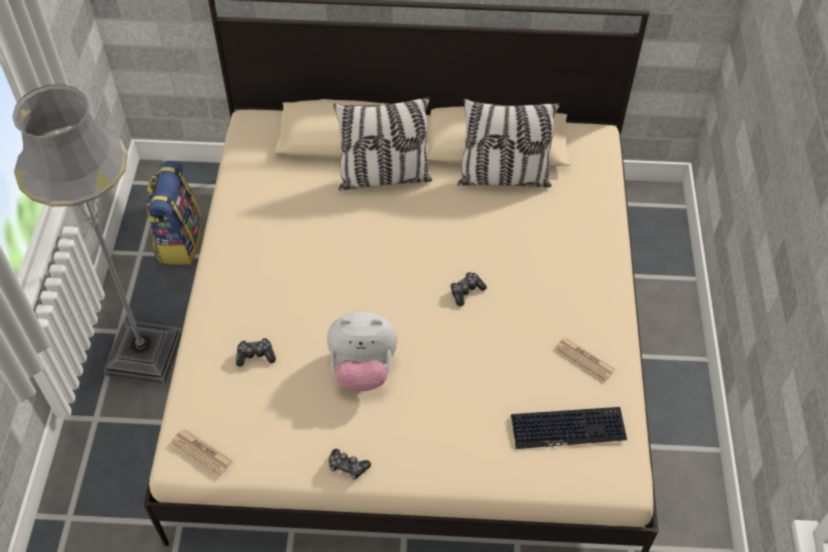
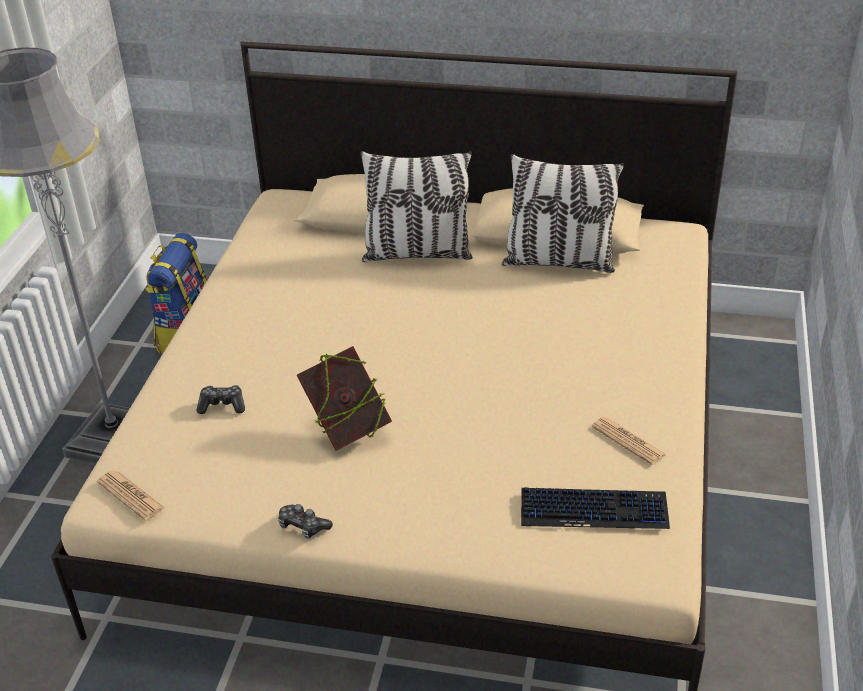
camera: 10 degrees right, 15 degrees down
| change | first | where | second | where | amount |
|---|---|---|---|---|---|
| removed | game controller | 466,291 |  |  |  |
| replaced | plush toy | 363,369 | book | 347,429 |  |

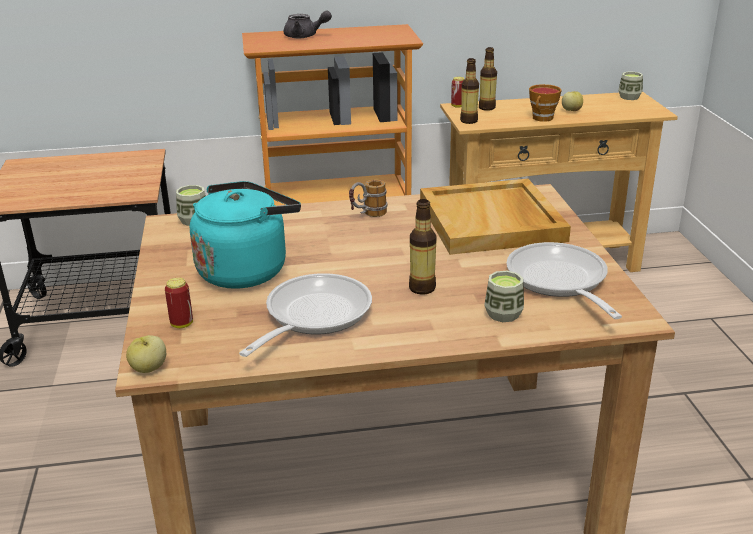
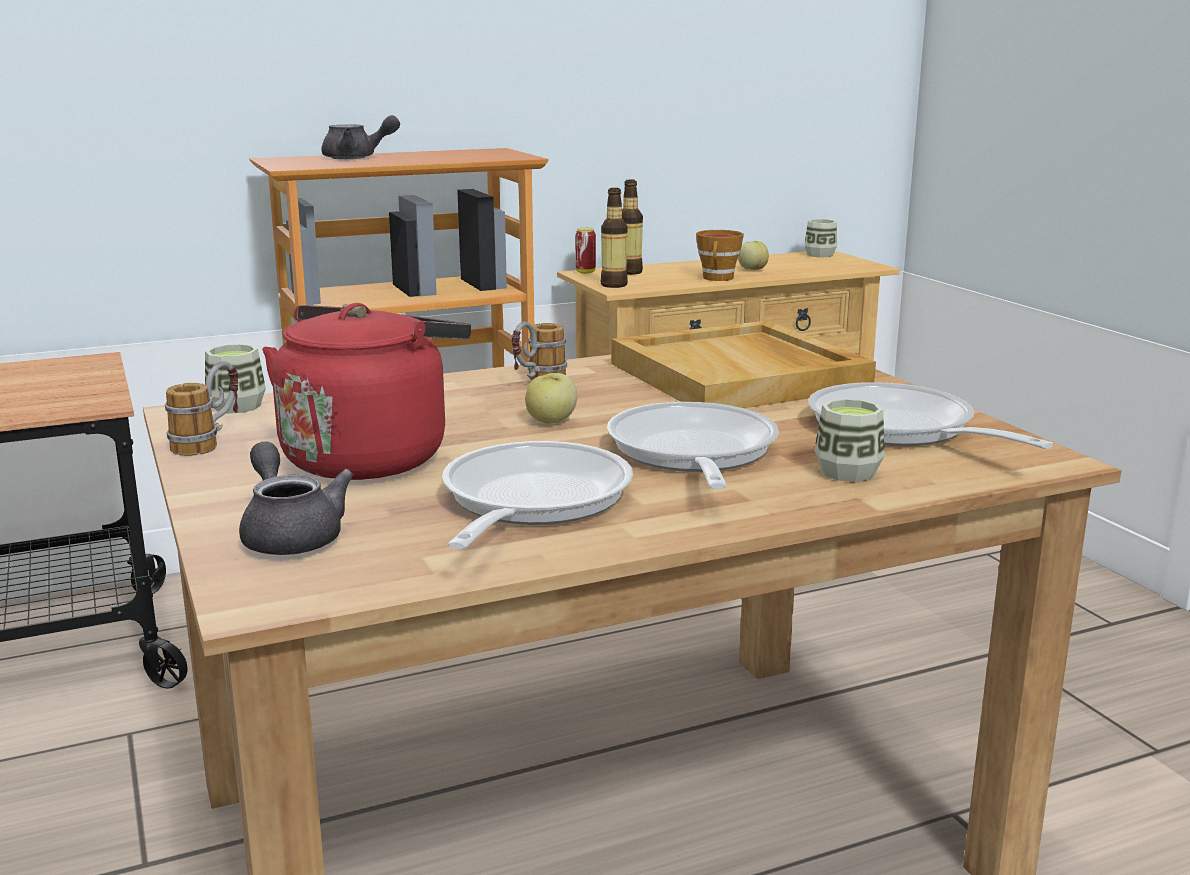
camera: 15 degrees left, 10 degrees down
| change | first | where | second | where | amount |
|---|---|---|---|---|---|
| added |  |  | mug | 209,442 |  |
| moved | apple | 149,369 |  | 551,421 |  |
| replaced | can | 182,324 | teapot (grey) | 290,534 |  |
| replaced | bottle | 422,288 | frying pan | 691,454 |  |
| recoloured | kettle (turquoise) | 246,269 | kettle (red) | 370,457 |  |

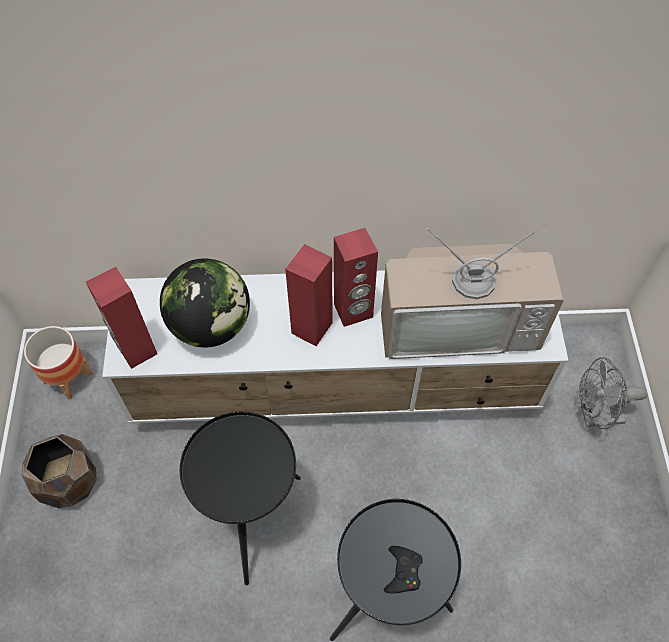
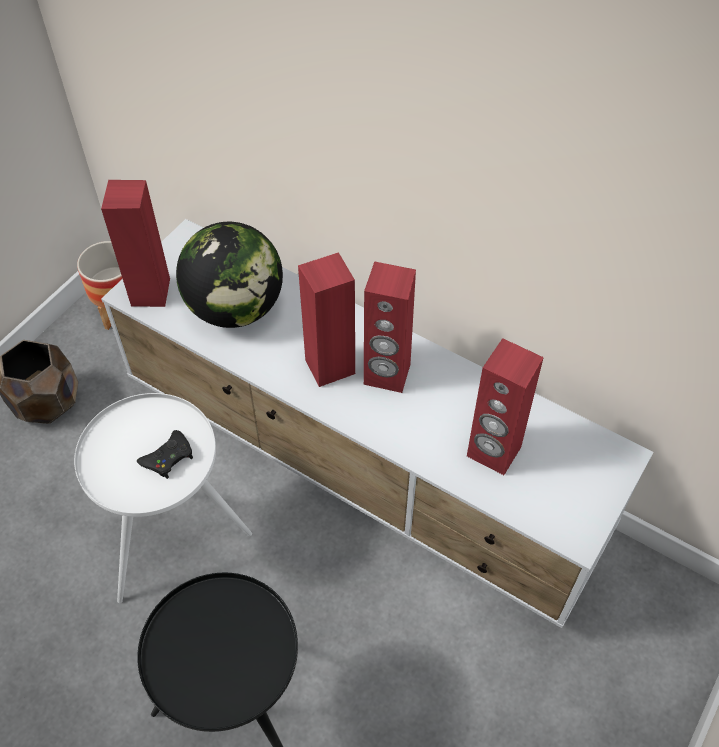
camera: 35 degrees right, 5 degrees down
| change | first | where | second | where | amount |
|---|---|---|---|---|---|
| removed | fan (grey) | 595,416 |  |  |  |
| moved | game controller (black) | 403,572 |  | 168,457 |  |
| replaced | television | 459,322 | speaker (red) | 493,452 |  |
| recoloured | side table (black) | 253,516 | side table (white) | 177,542 |  |

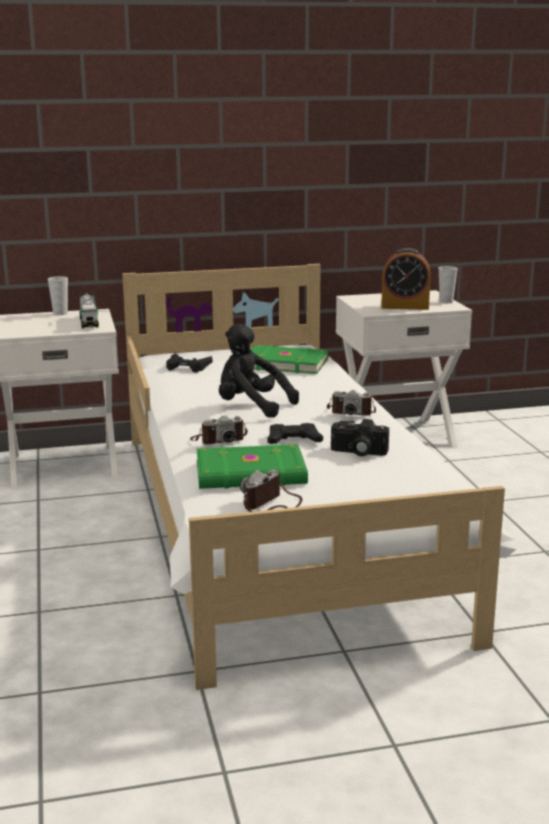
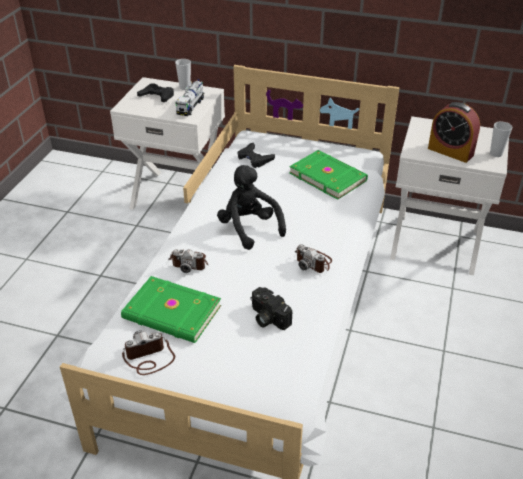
camera: 30 degrees right, 20 degrees up
| change | first | where | second | where | amount |
|---|---|---|---|---|---|
| moved | game controller (black) | 293,440 |  | 157,96 |  |

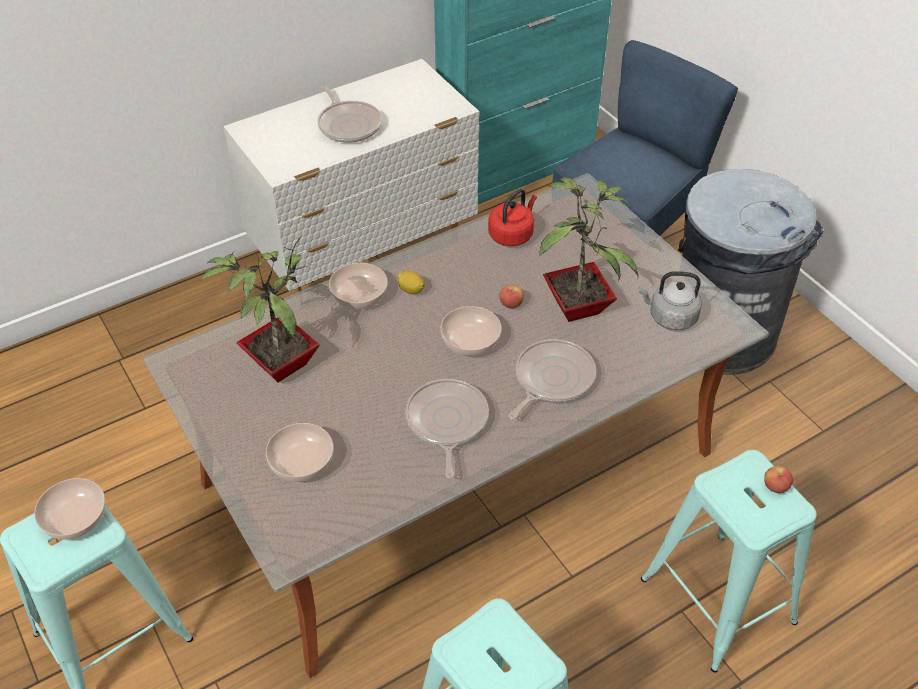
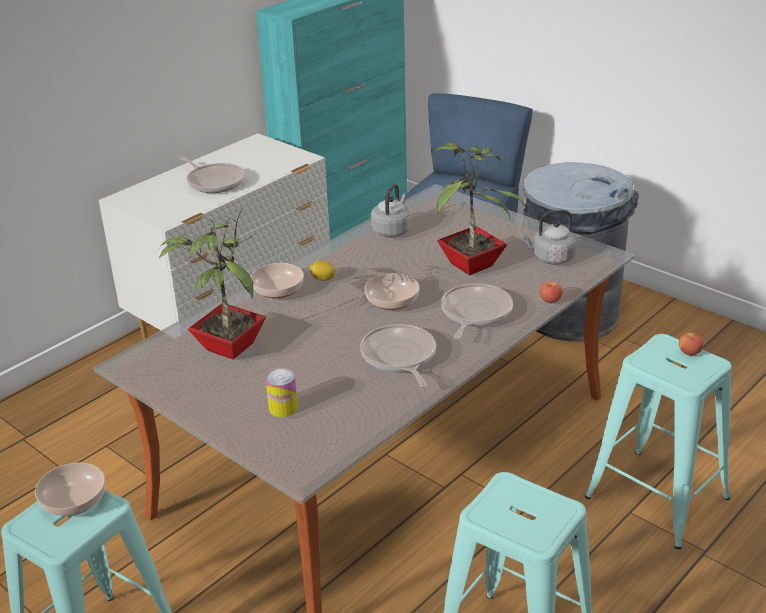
camera: 15 degrees left, 15 degrees down
| change | first | where | second | where | amount |
|---|---|---|---|---|---|
| moved | apple | 511,304 |  | 550,300 |  |
| replaced | bowl | 303,462 | can | 283,408 |  |
| recoloured | kettle (red) | 512,234 | kettle (grey) | 392,230 |  |

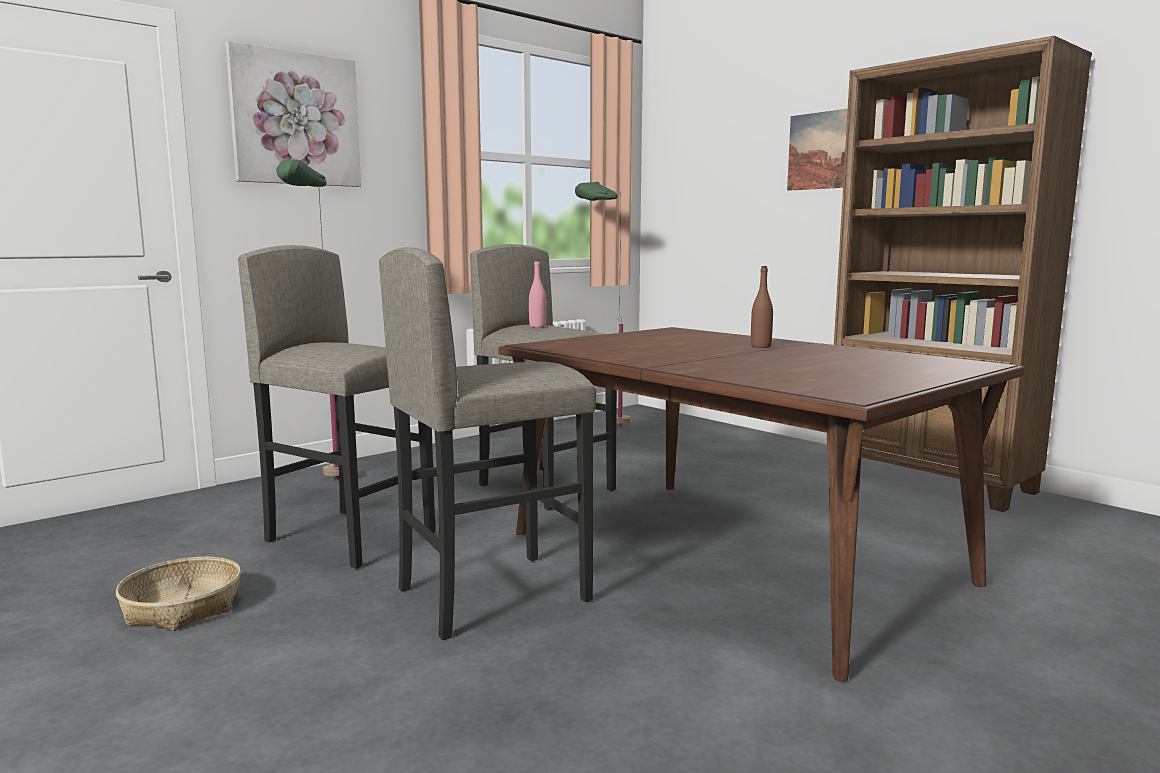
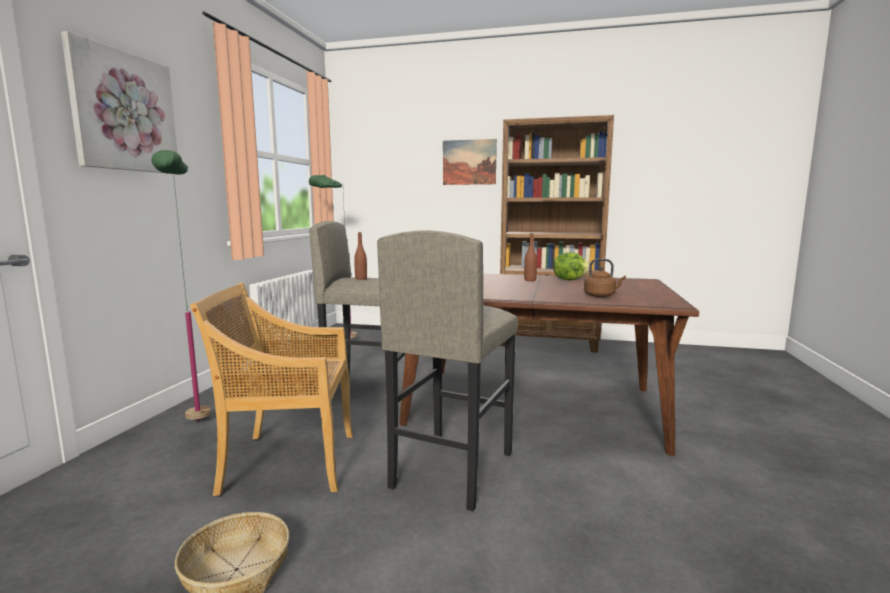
camera: 35 degrees left, 0 degrees up
| change | first | where | second | where | amount |
|---|---|---|---|---|---|
| added |  |  | lettuce | 569,280 |  |
| added |  |  | kettle (brown) | 601,296 |  |
| replaced | stool (grey) | 351,537 | chair (beige) | 288,462 |  |
| recoloured | bottle (pink) | 537,326 | bottle (brown) | 361,279 |  |

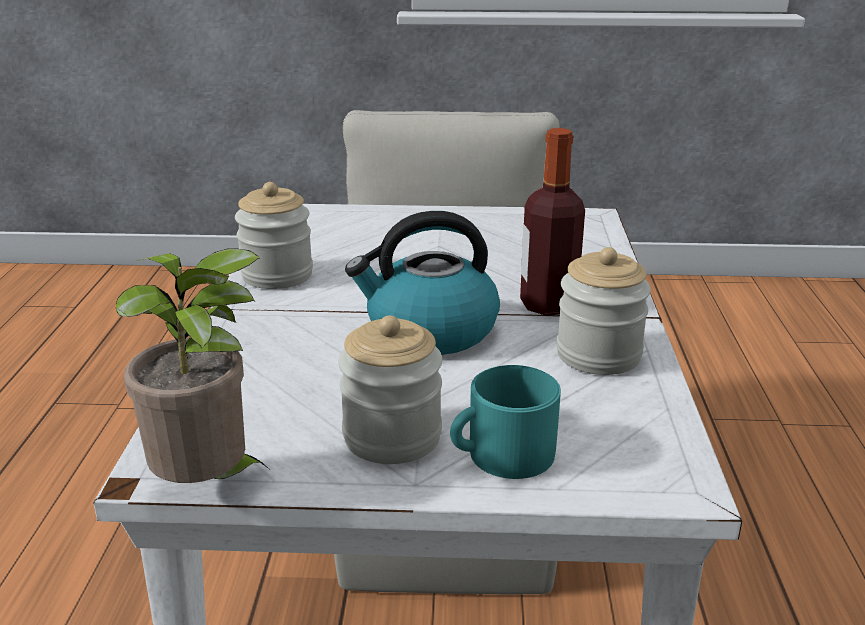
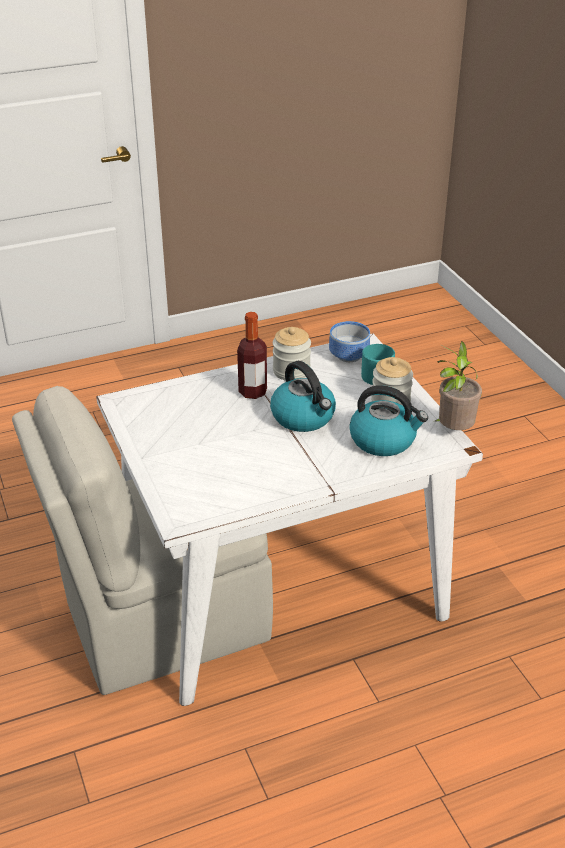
camera: 115 degrees left, 10 degrees up
| change | first | where | second | where | amount |
|---|---|---|---|---|---|
| removed | jar | 277,275 |  |  |  |
| added |  |  | bowl | 350,355 |  |
| added |  |  | kettle | 384,440 |  |

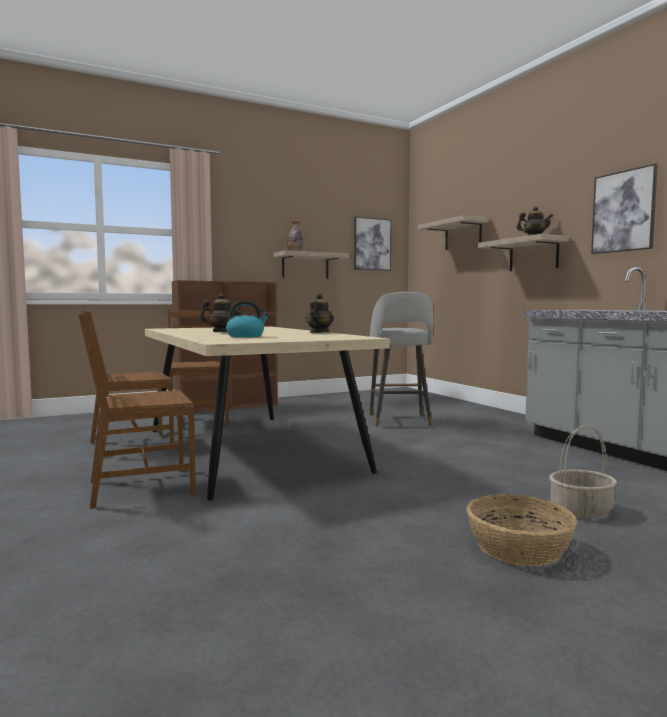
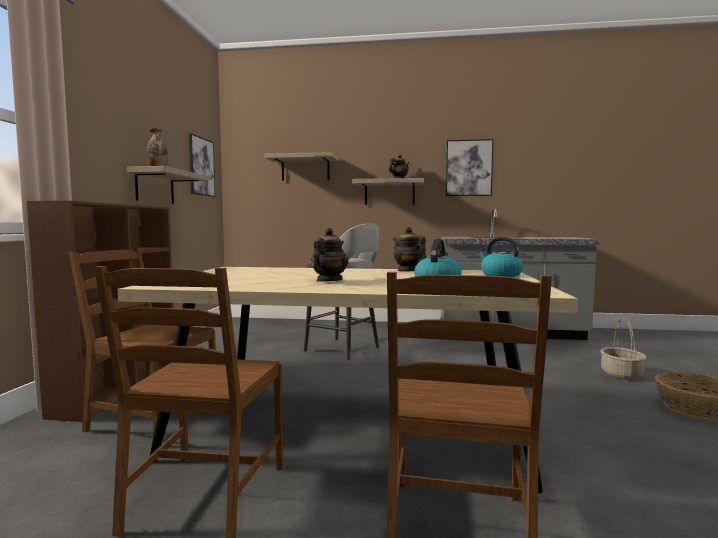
camera: 55 degrees left, 0 degrees up
| change | first | where | second | where | amount |
|---|---|---|---|---|---|
| added |  |  | kettle | 500,275 |  |

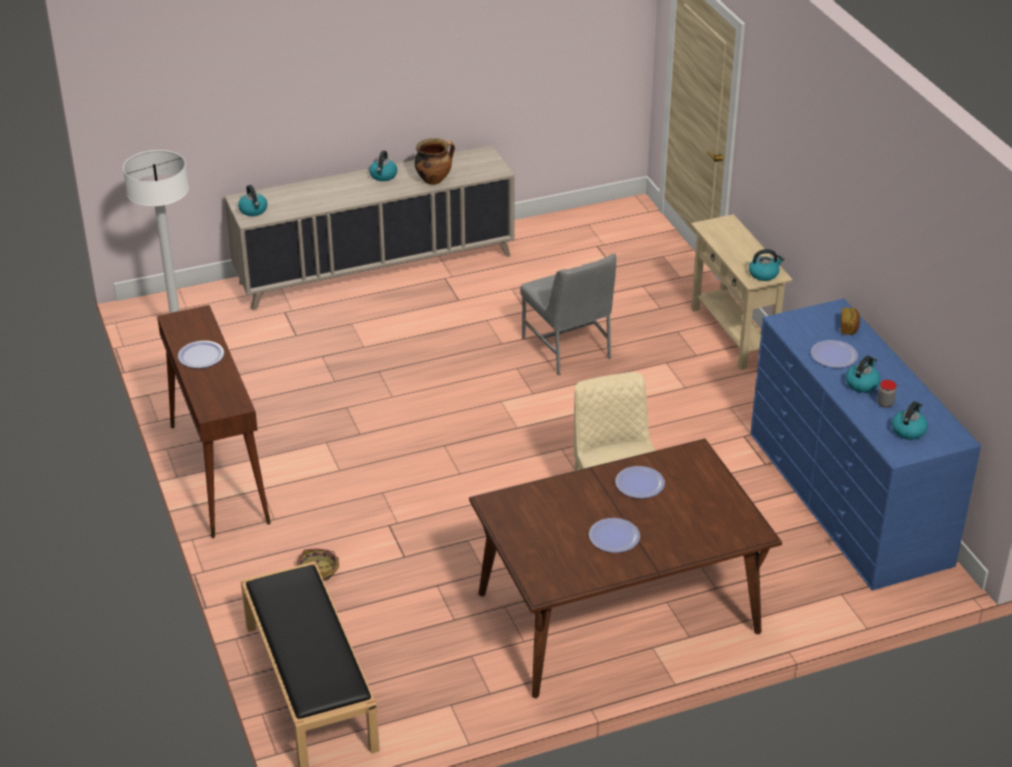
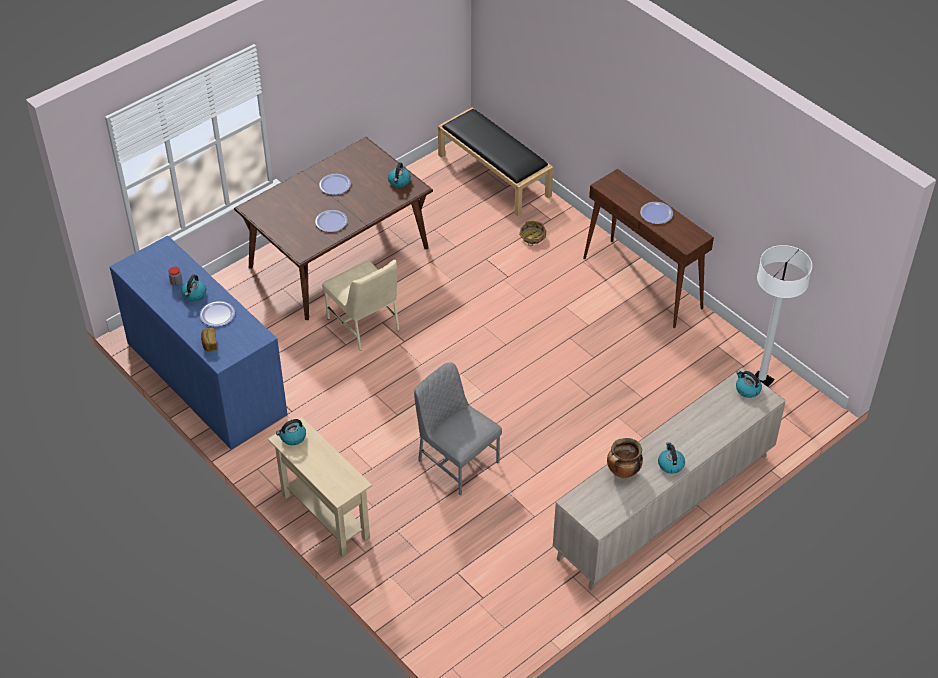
camera: 160 degrees right, 10 degrees up
| change | first | where | second | where | amount |
|---|---|---|---|---|---|
| moved | kettle | 908,430 |  | 399,181 |  |

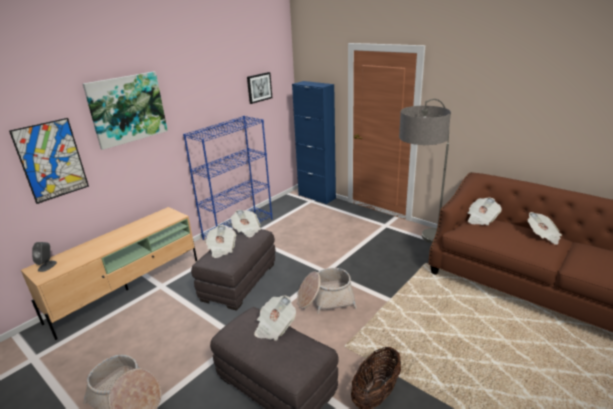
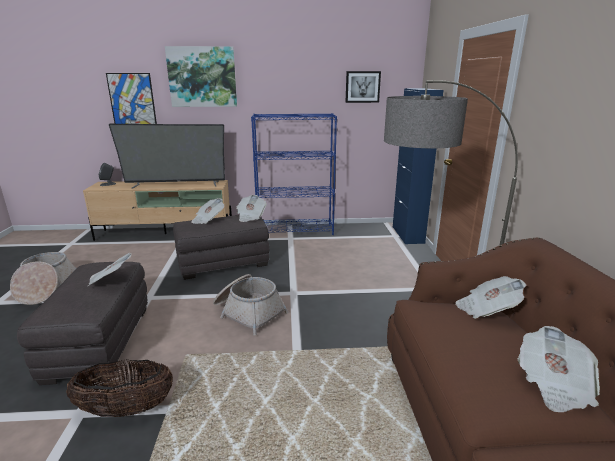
camera: 45 degrees right, 5 degrees down
| change | first | where | second | where | amount |
|---|---|---|---|---|---|
| added |  |  | television | 176,184 |  |

